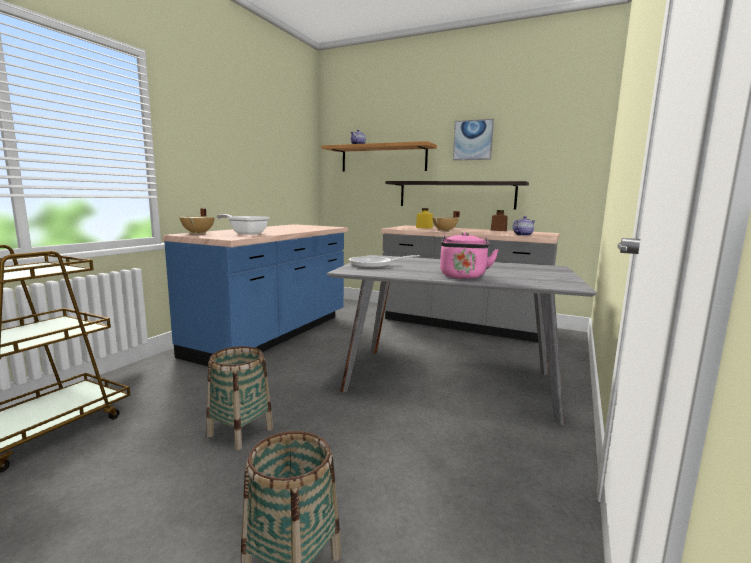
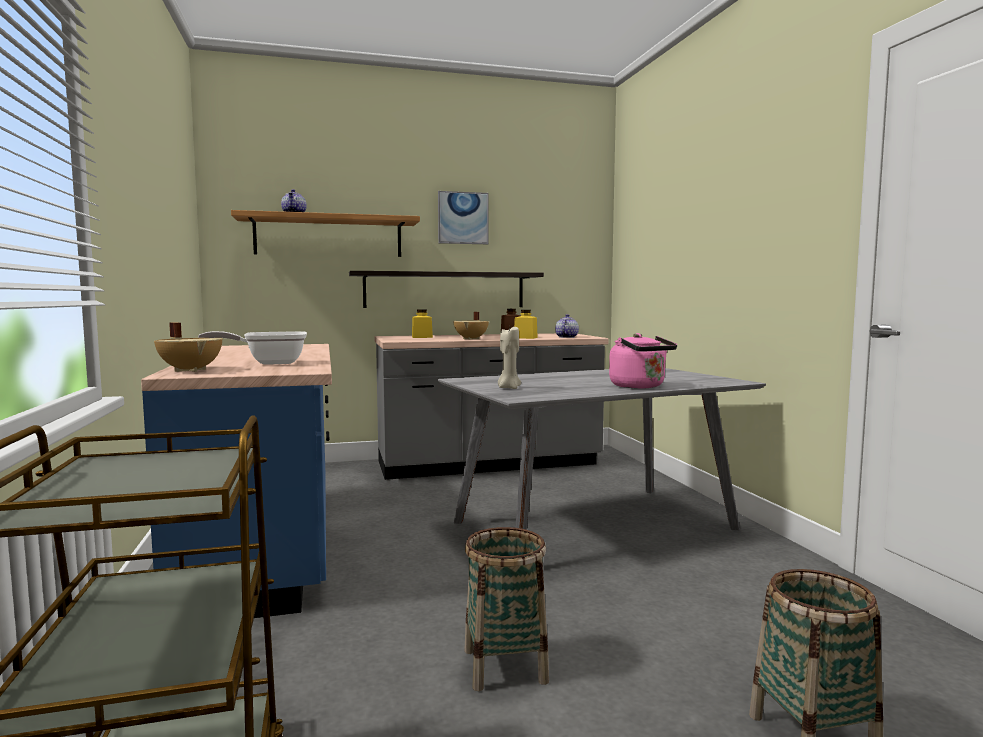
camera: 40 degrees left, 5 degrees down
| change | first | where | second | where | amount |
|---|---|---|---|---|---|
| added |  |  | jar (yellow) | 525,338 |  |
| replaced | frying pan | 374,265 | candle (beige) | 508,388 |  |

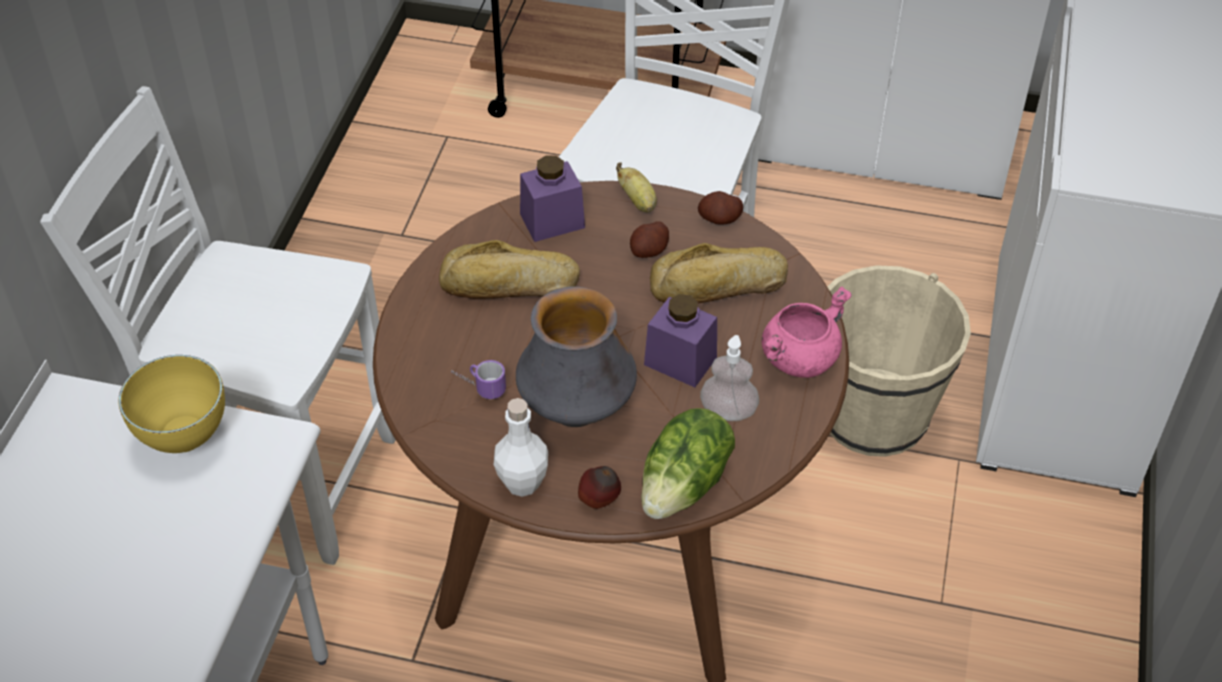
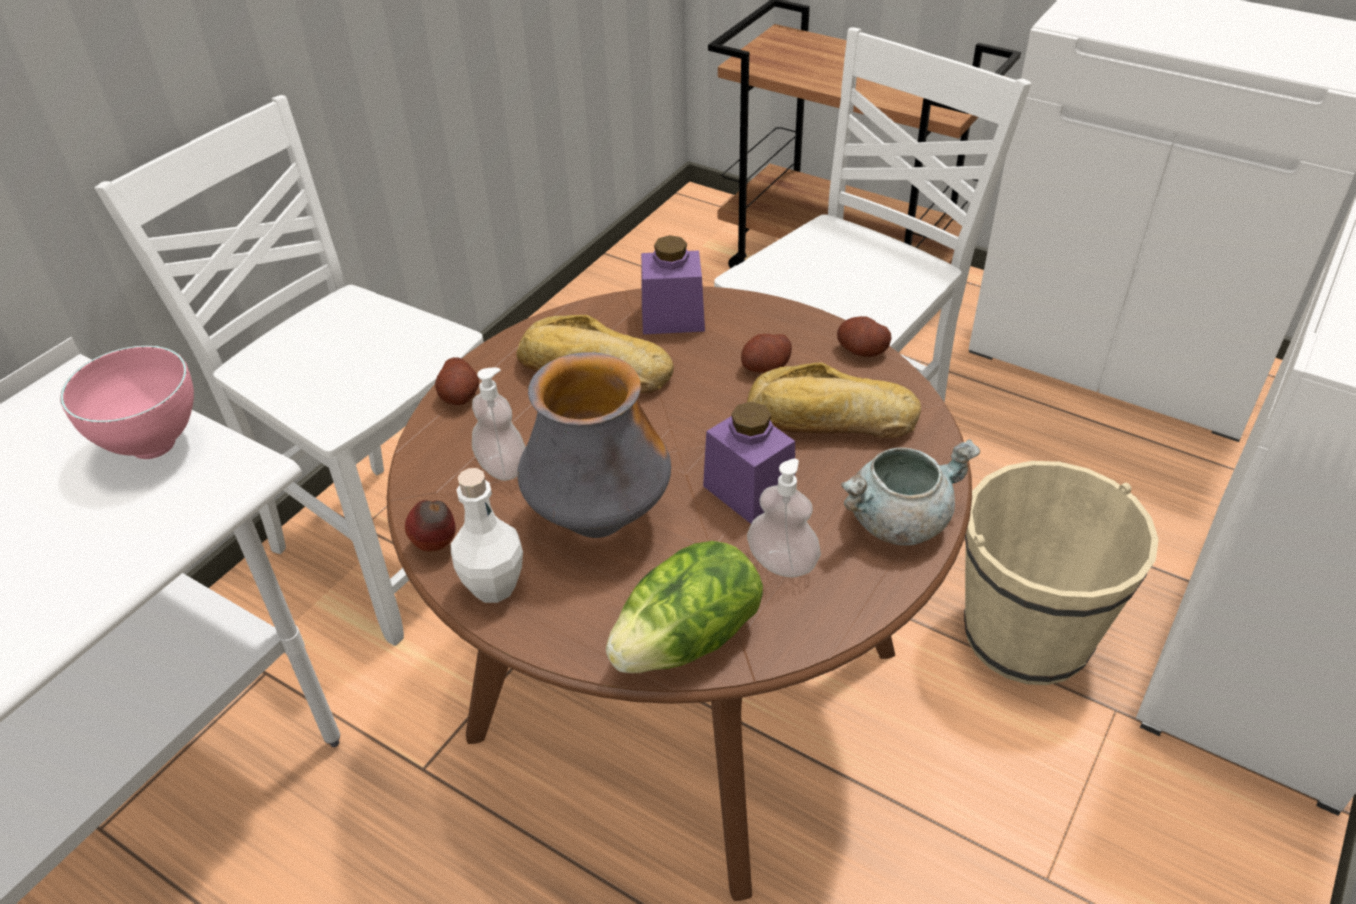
camera: 20 degrees right, 5 degrees down
| change | first | where | second | where | amount |
|---|---|---|---|---|---|
| removed | banana | 638,201 |  |  |  |
| added |  |  | potato | 460,395 |  |
| moved | apple | 599,501 |  | 436,545 |  |
| replaced | mug | 477,386 | soap dispenser | 502,467 |  |
| recoloured | bowl (yellow) | 187,437 | bowl (pink) | 157,445 |  |
| recoloured | cooking pot (pink) | 799,357 | cooking pot (grey) | 898,520 |  |

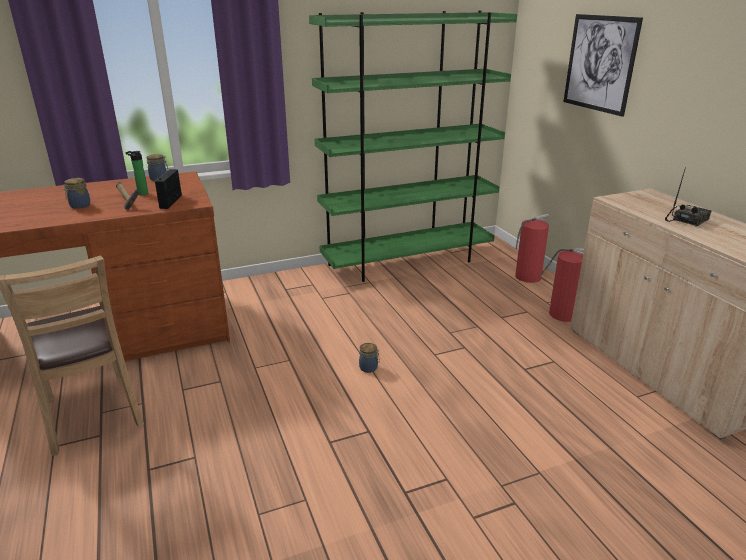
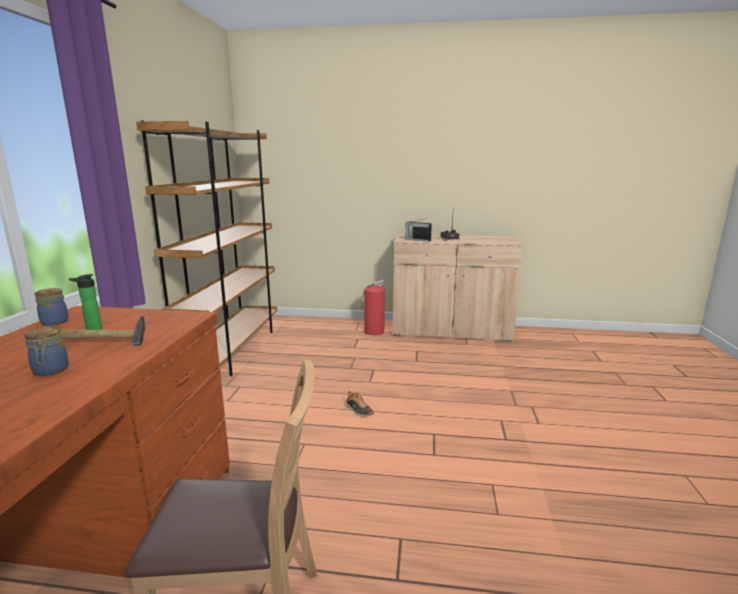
camera: 60 degrees left, 10 degrees down
| change | first | where | second | where | amount |
|---|---|---|---|---|---|
| removed | fire extinguisher | 526,277 |  |  |  |
| removed | picture | 600,63 |  |  |  |
| moved | radio | 171,201 |  | 417,240 |  |
| replaced | jar | 369,368 | shoe | 358,410 |  |
| recoloured | bookcase (green) | 408,262 | bookcase (brown) | 233,350 |  |

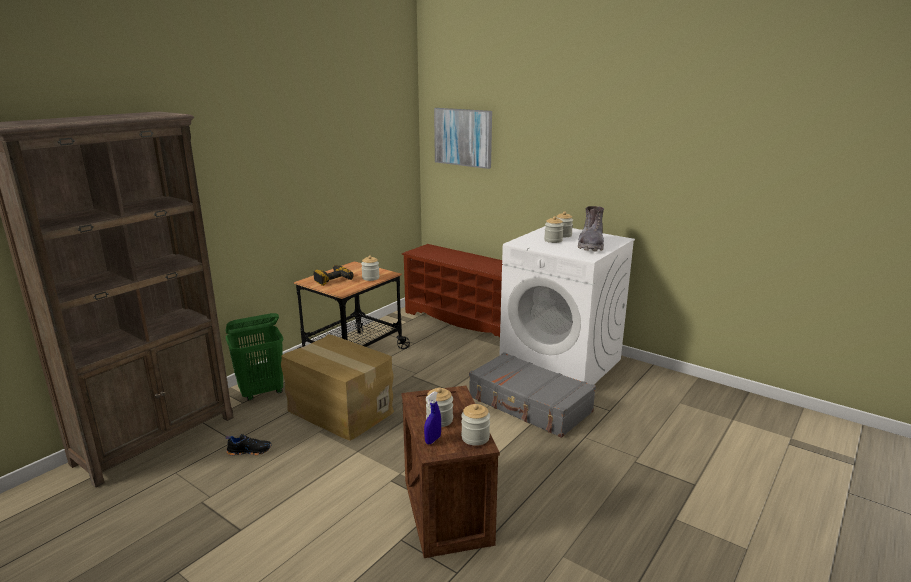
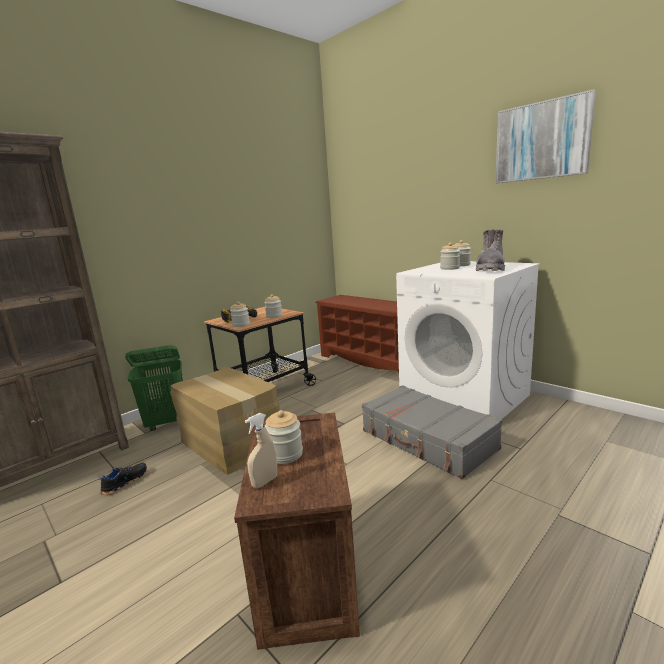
camera: 10 degrees right, 5 degrees down
| change | first | where | second | where | amount |
|---|---|---|---|---|---|
| moved | picture | 463,137 |  | 542,141 |  |
| moved | jar | 475,437 |  | 241,325 |  |
| recoloured | spray bottle (blue) | 433,440 | spray bottle (beige) | 265,482 |  |
| turned | shoe (black) | 250,451 |  | 124,482 | 60 degrees counterclockwise |

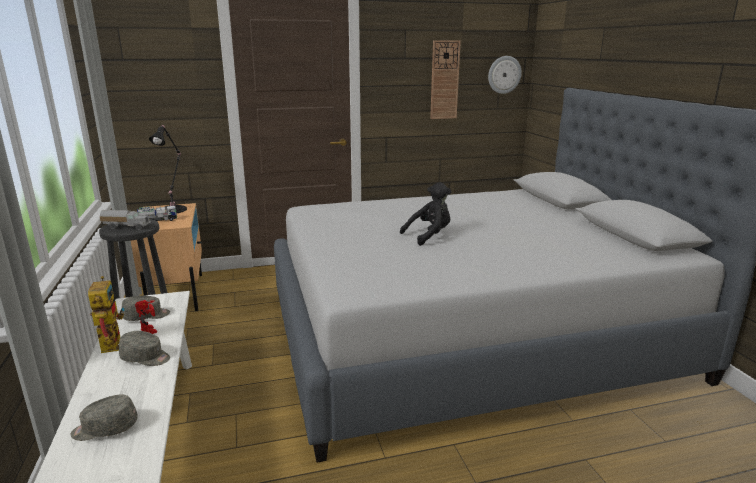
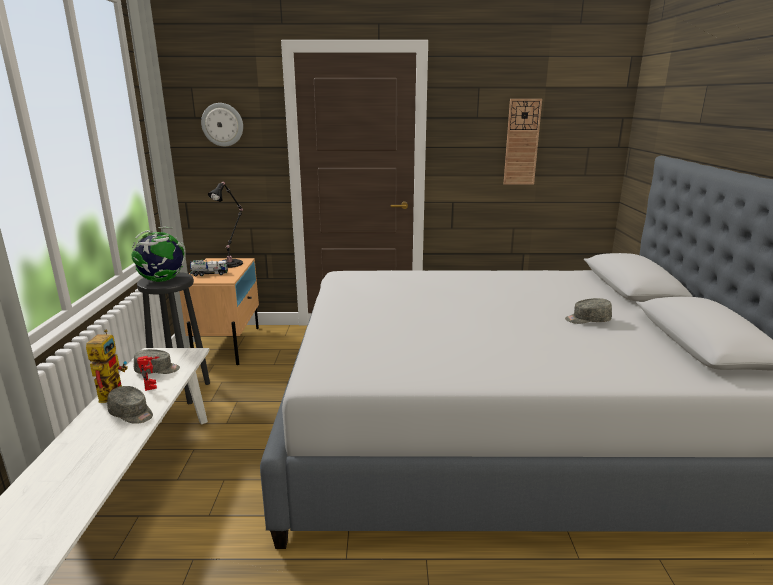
camera: 15 degrees right, 0 degrees up
| change | first | where | second | where | amount |
|---|---|---|---|---|---|
| removed | plush toy (black) | 429,236 |  |  |  |
| moved | cap (grey) | 105,429 |  | 587,320 |  |
| moved | wall clock | 504,74 |  | 222,124 |  |
| replaced | toy truck | 127,227 | globe | 162,280 |  |

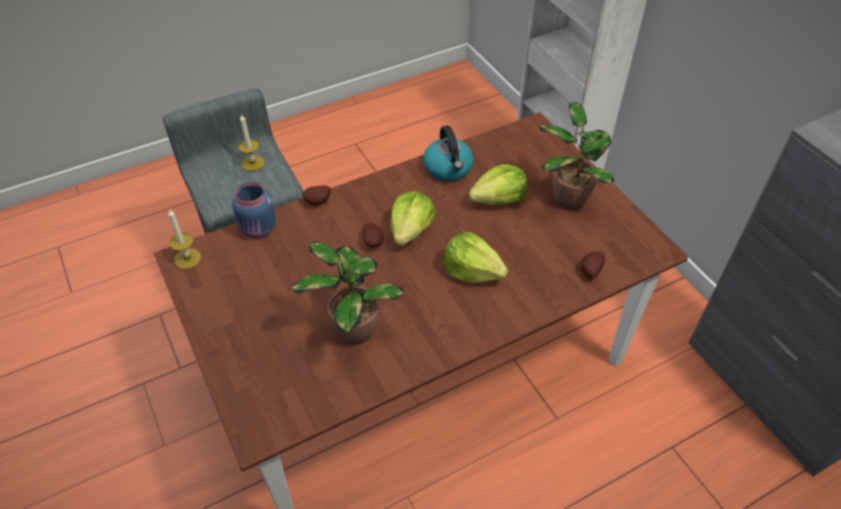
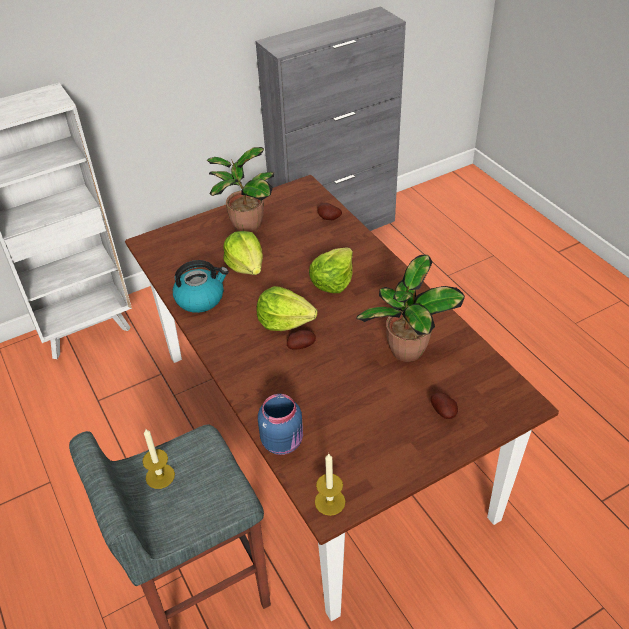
camera: 90 degrees left, 5 degrees down
| change | first | where | second | where | amount |
|---|---|---|---|---|---|
| moved | potato | 318,202 |  | 444,412 |  |

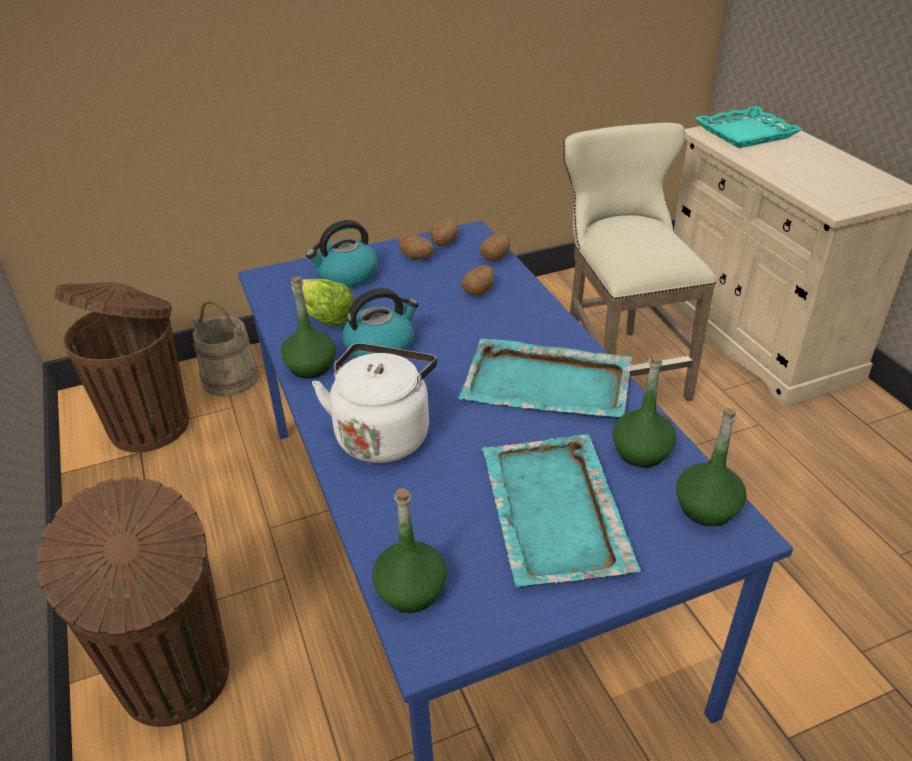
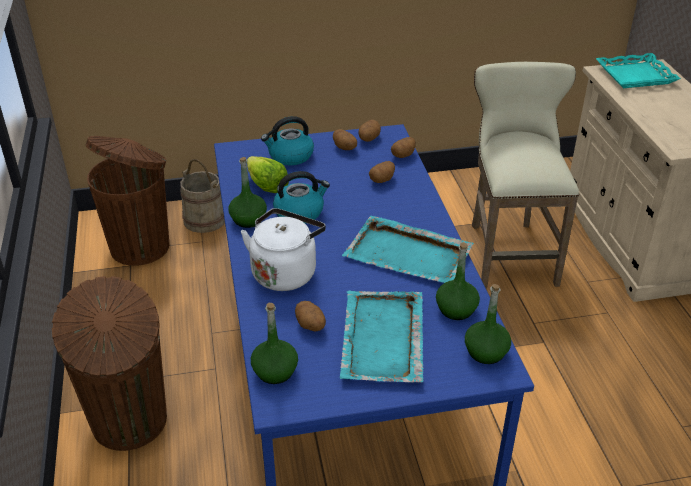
camera: 10 degrees right, 0 degrees up
| change | first | where | second | where | amount |
|---|---|---|---|---|---|
| added |  |  | potato | 311,326 |  |

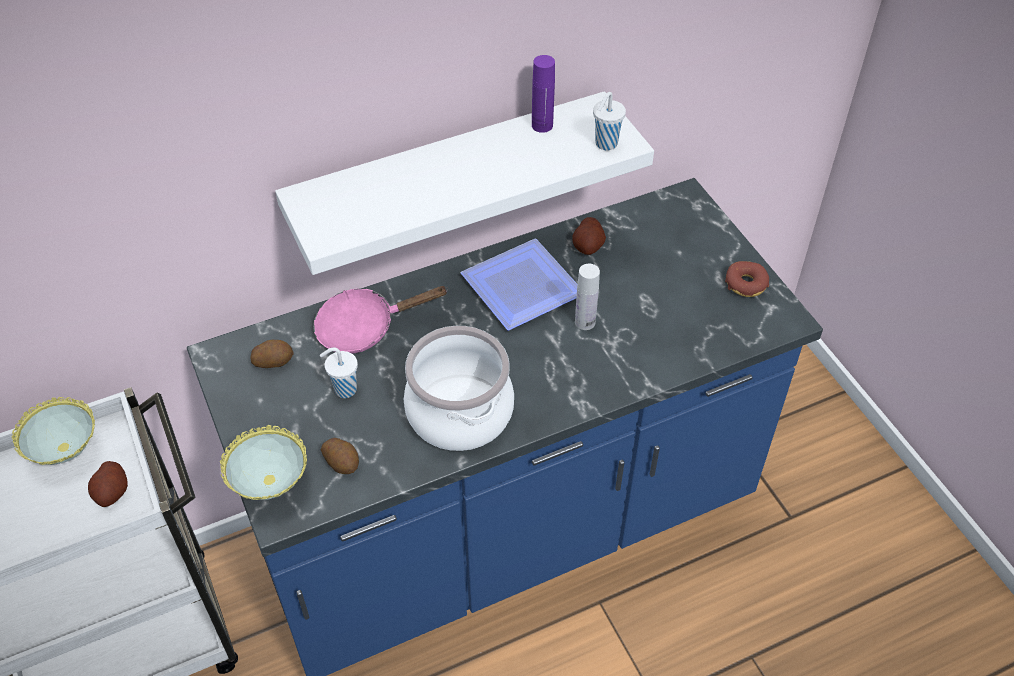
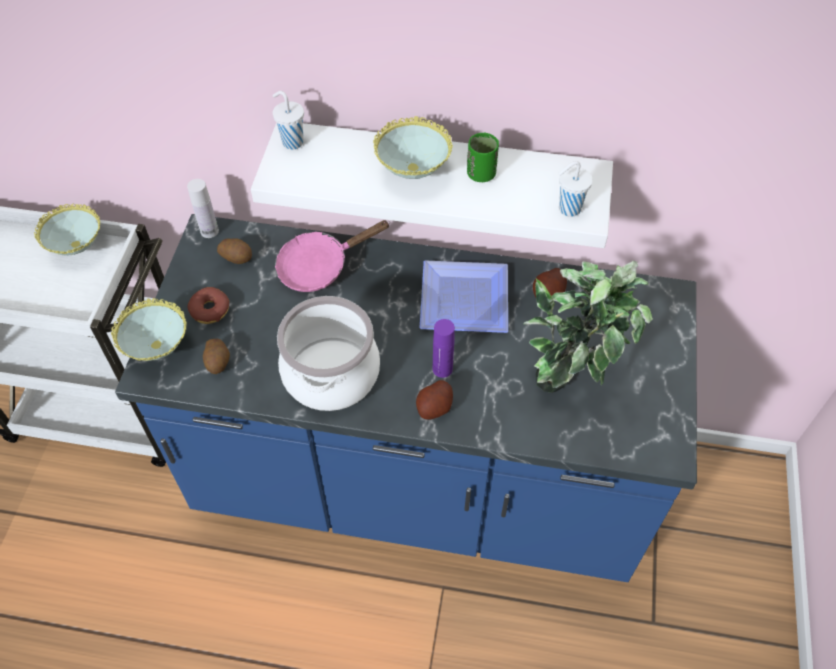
camera: 35 degrees right, 5 degrees up
| change | first | where | second | where | amount |
|---|---|---|---|---|---|
| added |  |  | bowl | 413,174 |  |
| added |  |  | cup (green) | 481,174 |  |
| added |  |  | potted plant | 570,379 |  |
| moved | potato | 112,492 |  | 434,407 |  |
| moved | cup (white) | 344,389 |  | 291,142 |  |
| moved | bottle (purple) | 542,125 |  | 442,369 |  |
| moved | bottle (white) | 585,322 |  | 209,231 |  |
| moved | donut | 746,284 |  | 210,310 |  |
| turned | frying pan (pink) | 364,327 |  | 319,266 | 45 degrees counterclockwise |

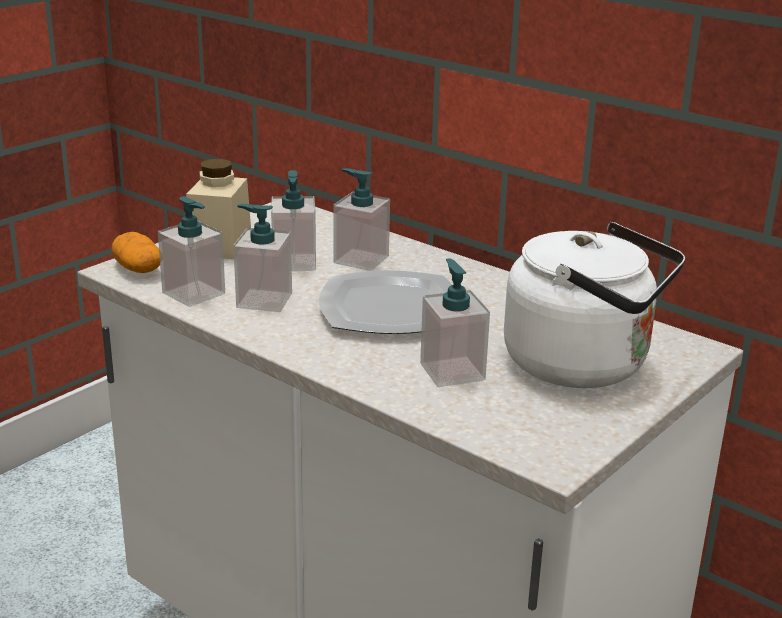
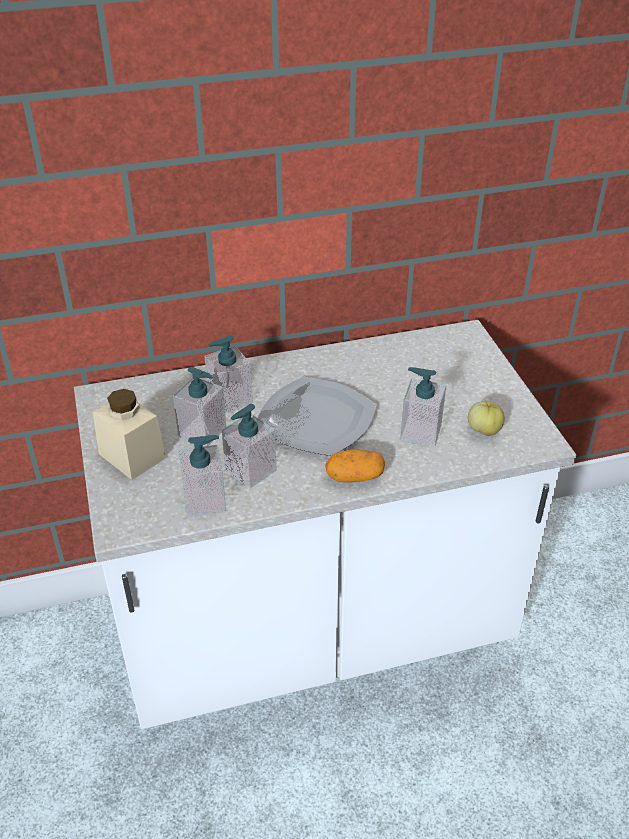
camera: 55 degrees left, 15 degrees up
| change | first | where | second | where | amount |
|---|---|---|---|---|---|
| removed | kettle (white) | 585,365 |  |  |  |
| added |  |  | apple | 484,430 |  |
| moved | potato | 137,269 |  | 354,477 |  |

